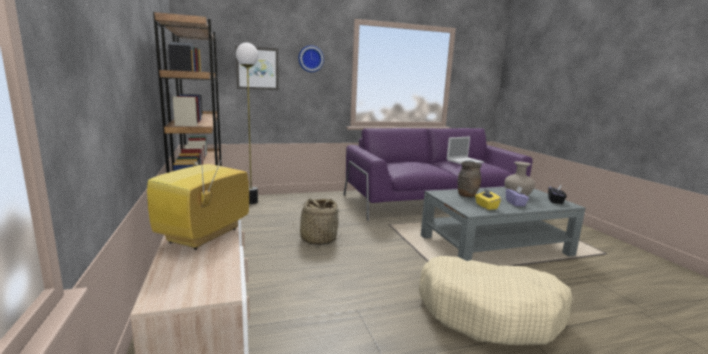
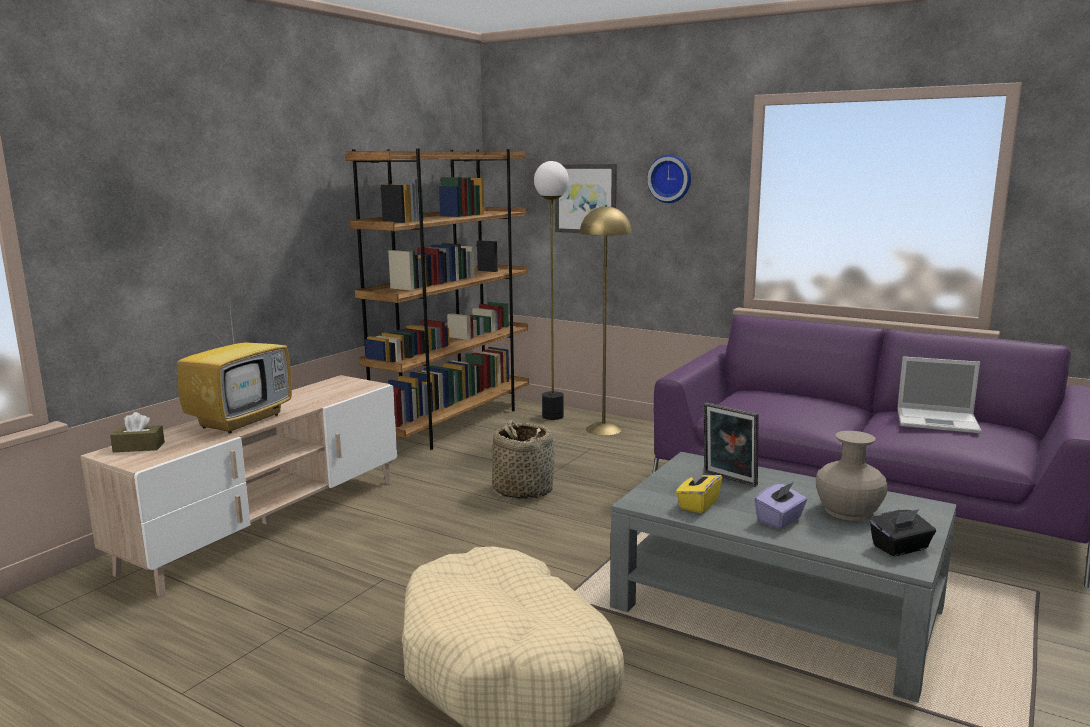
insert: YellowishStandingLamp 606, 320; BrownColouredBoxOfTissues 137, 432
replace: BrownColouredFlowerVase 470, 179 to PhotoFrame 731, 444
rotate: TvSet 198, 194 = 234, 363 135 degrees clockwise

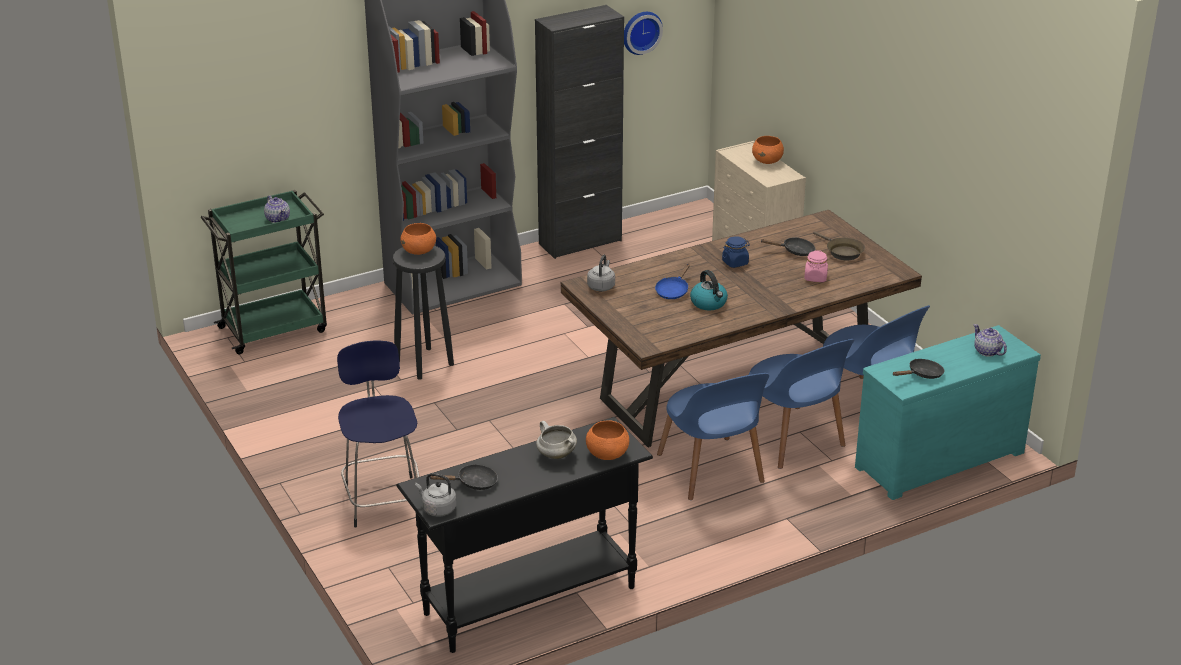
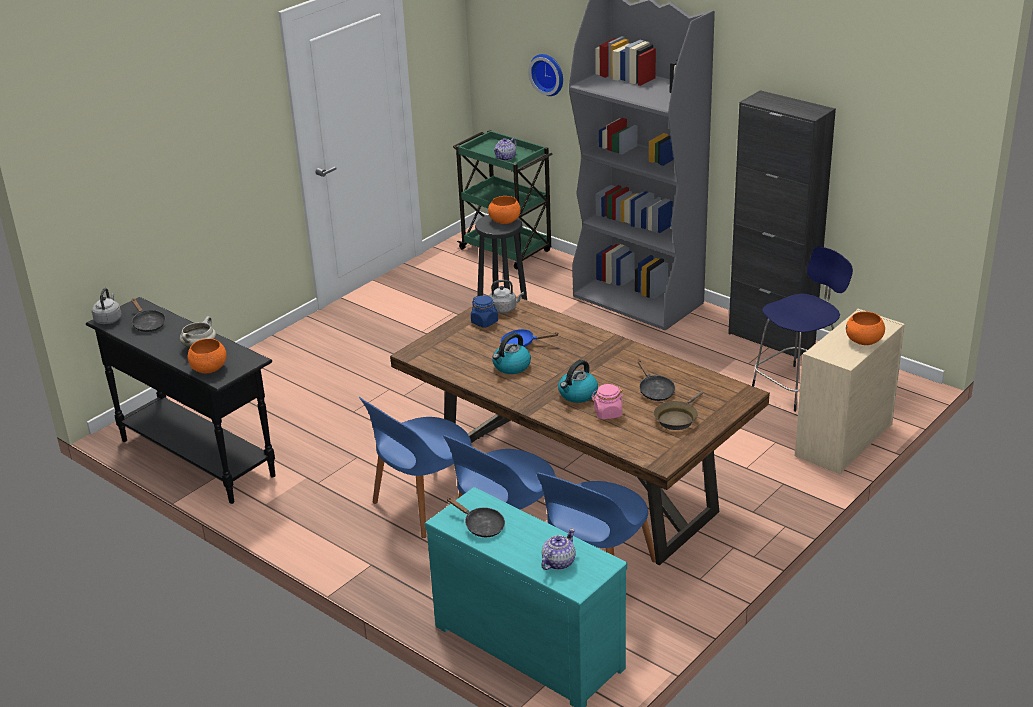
insert: WaterKettle 578, 381
move: ClockOnTheWall 643, 33 to 545, 75; BluishStorageJar 736, 252 to 484, 311; BluishStoolSeat 378, 434 to 802, 329

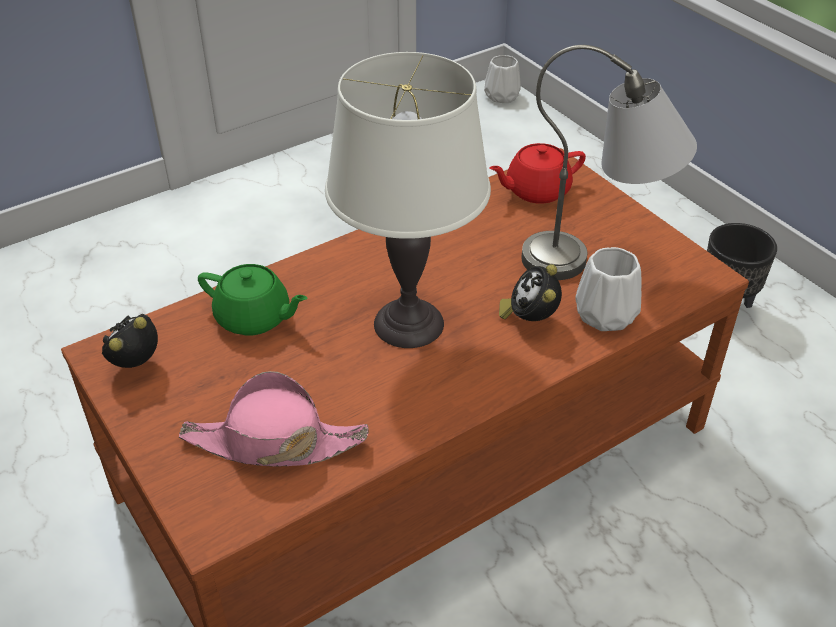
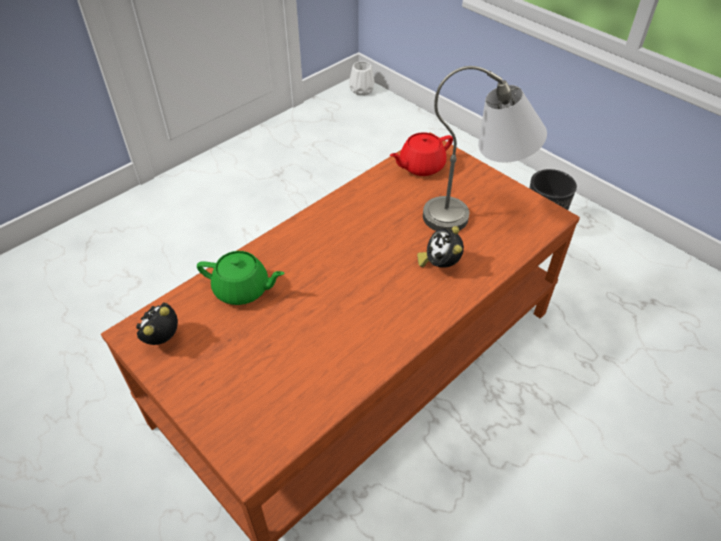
delete: WhiteTableLamp 408, 200; WhiteFlowerVase 608, 289; PinkishClothingHat 274, 419

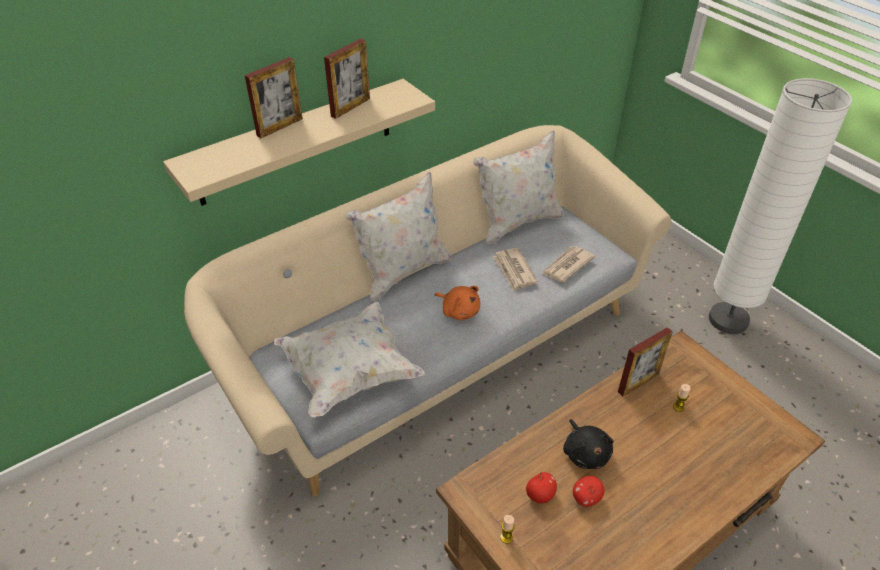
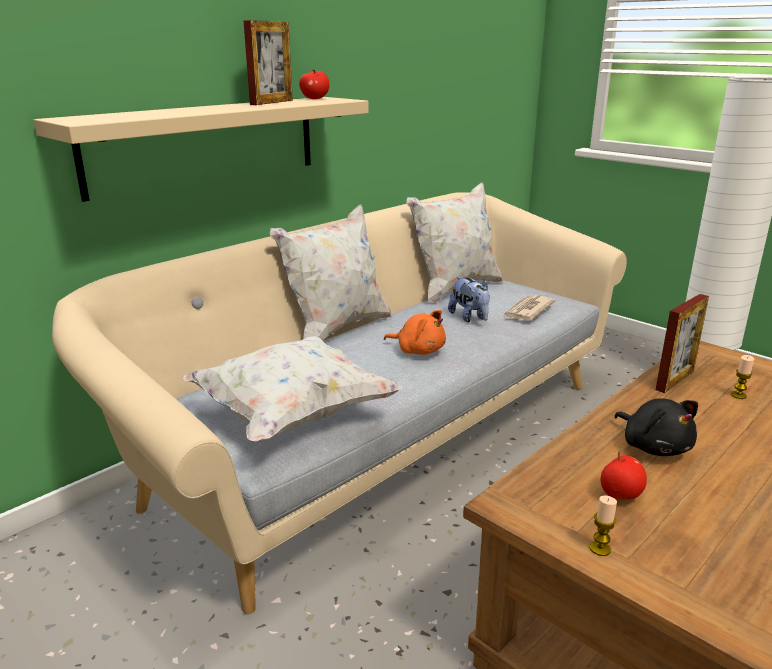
delete: PhotoFrame 274, 97
move: AppleFruit 588, 491 to 314, 84
replace: Newspaper 515, 269 to SoftToy 469, 299

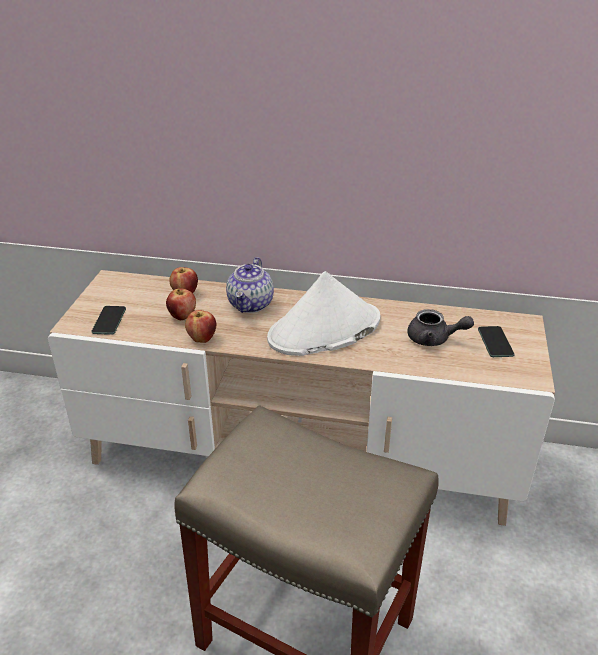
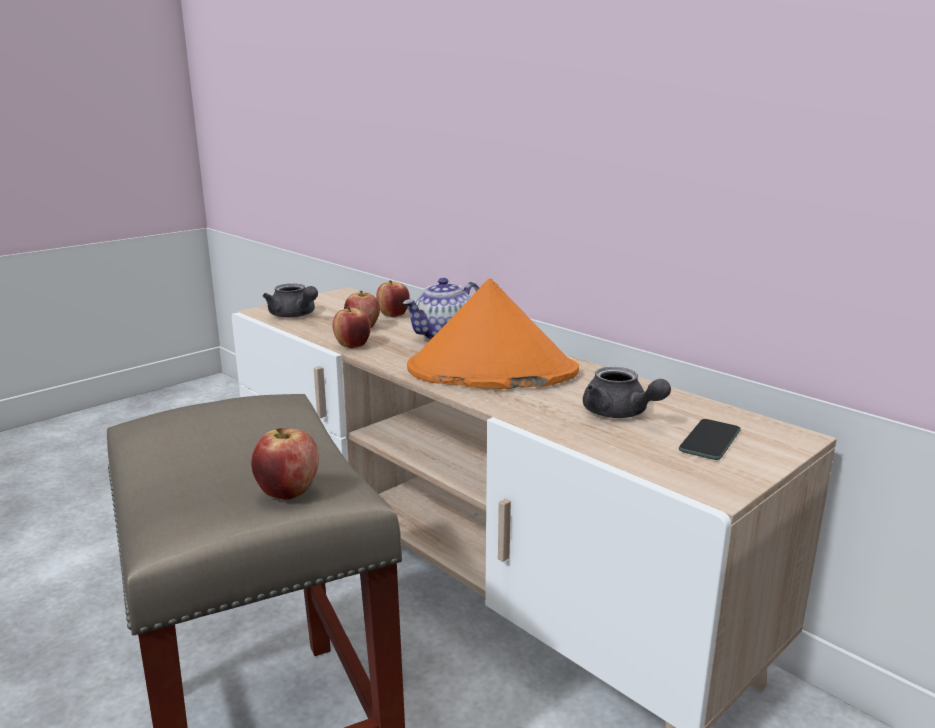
insert: AppleFruit 285, 464
replace: Phone 108, 320 to GrayTeaPot 290, 301
recolor: WhiteClothingHat 323, 313 to OrangeClothingHat 493, 333

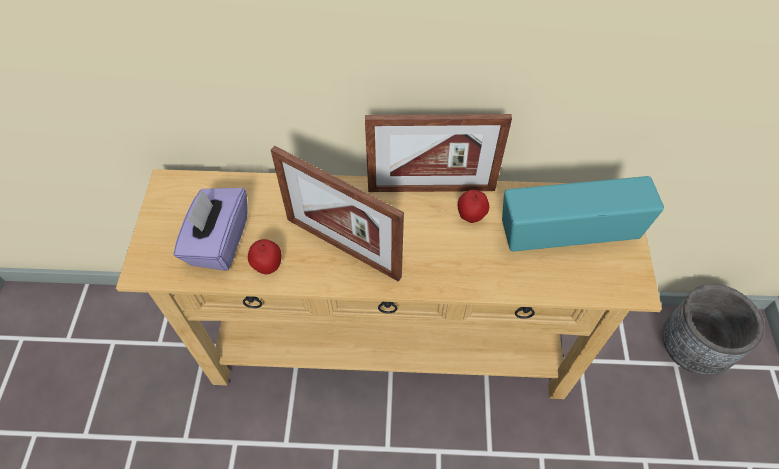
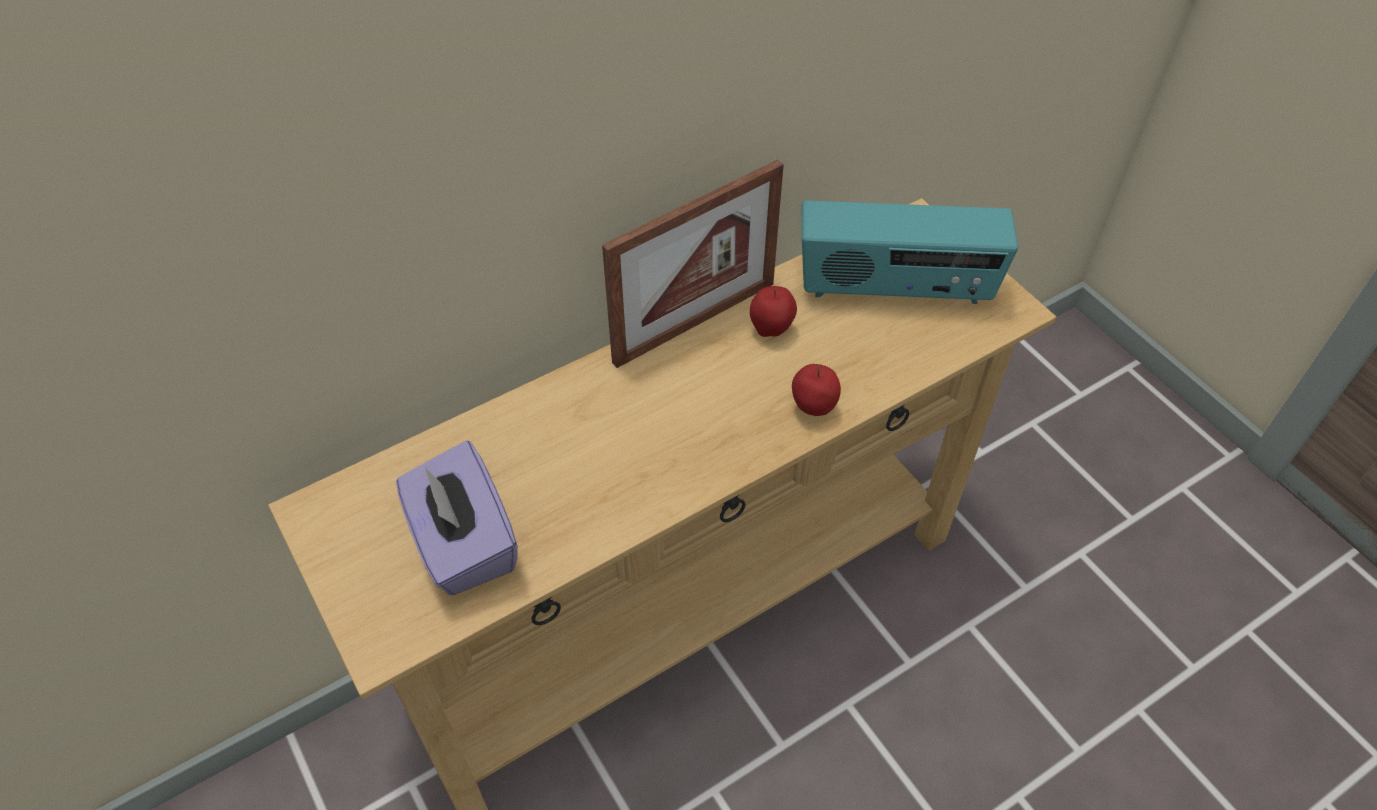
delete: PhotoFrame 337, 214; GrayPlanter 713, 329
move: AppleFruit 265, 256 to 816, 390
rotate: RadioSet 583, 213 = 910, 252 135 degrees counterclockwise

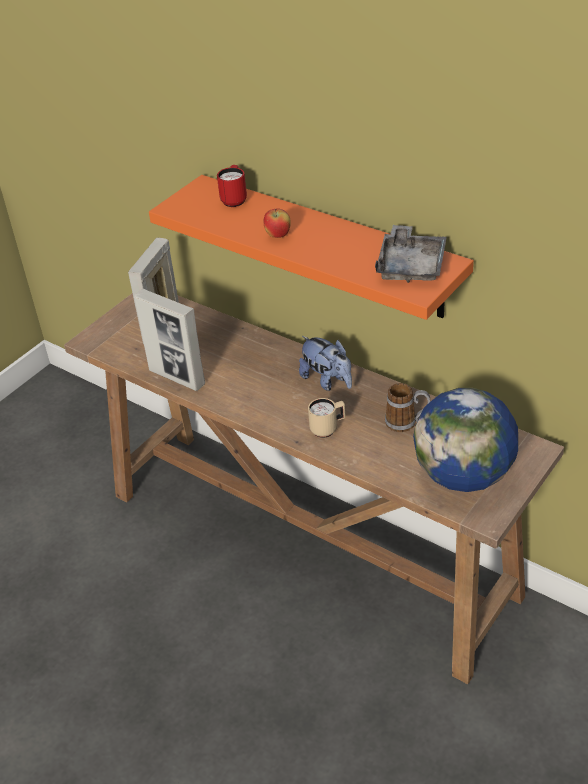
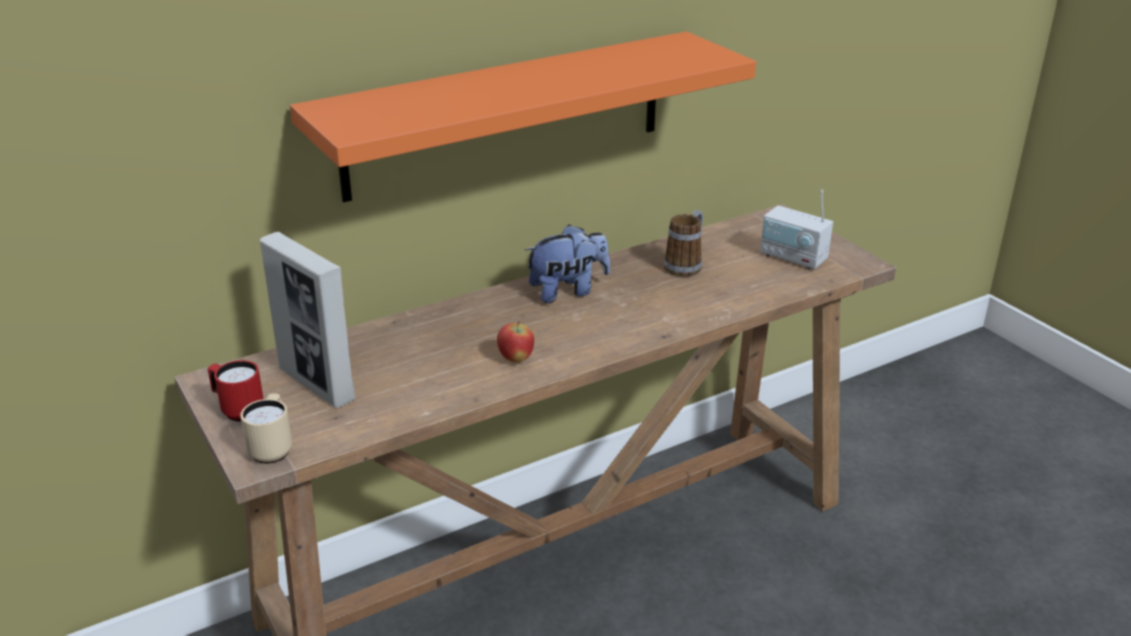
delete: GrayServingTray 411, 254; PhotoFrame 169, 340
move: RedColouredMug 232, 186 to 236, 390; AppleFruit 277, 223 to 515, 341; SandColouredMug 326, 418 to 266, 428
replace: WorldGlobe 465, 440 to RadioSet 796, 229

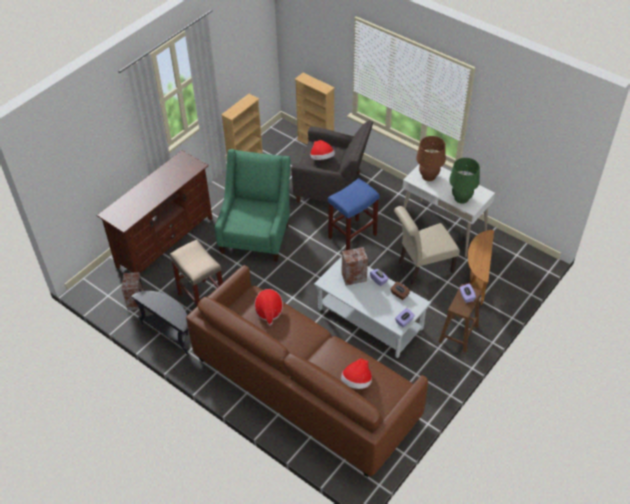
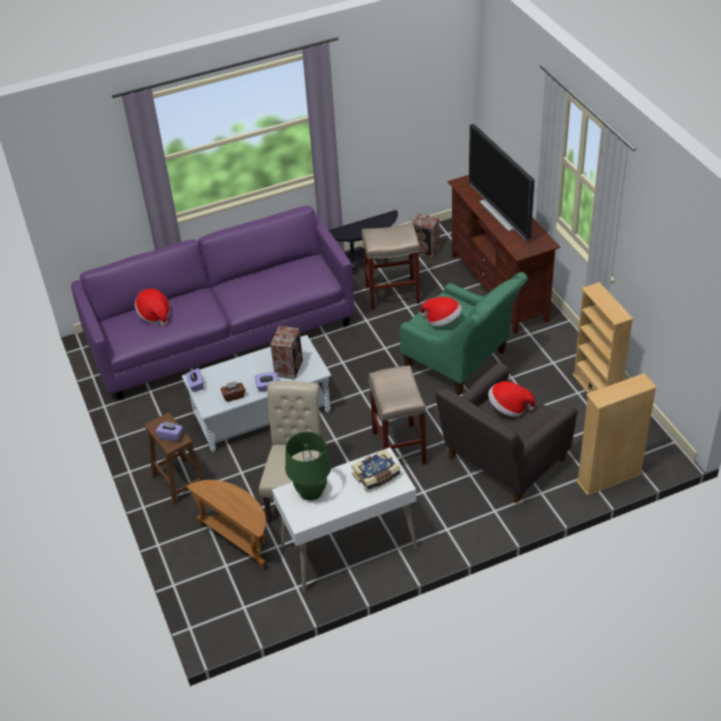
insert: TvSet 502, 182
move: ClothingHat 268, 307 to 441, 311
replace: BrownColouredTableLamp 431, 158 to BoundBook 376, 470
recolor: BluishStoolSeat 353, 214 to SandColouredStoolSeat 397, 415; BrownColouredSofa 307, 371 to PurpleSofa 213, 303

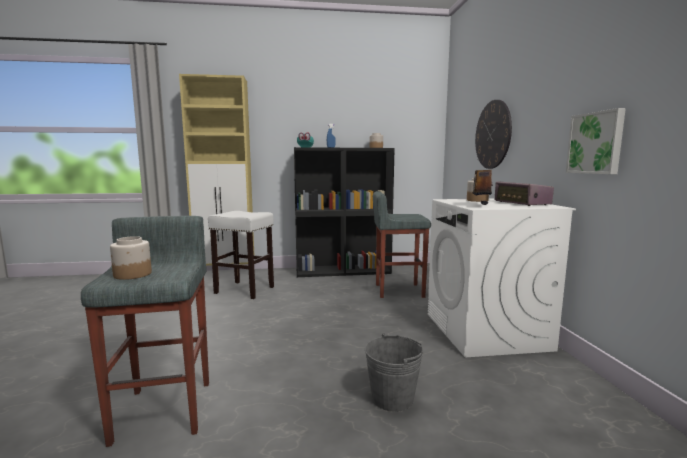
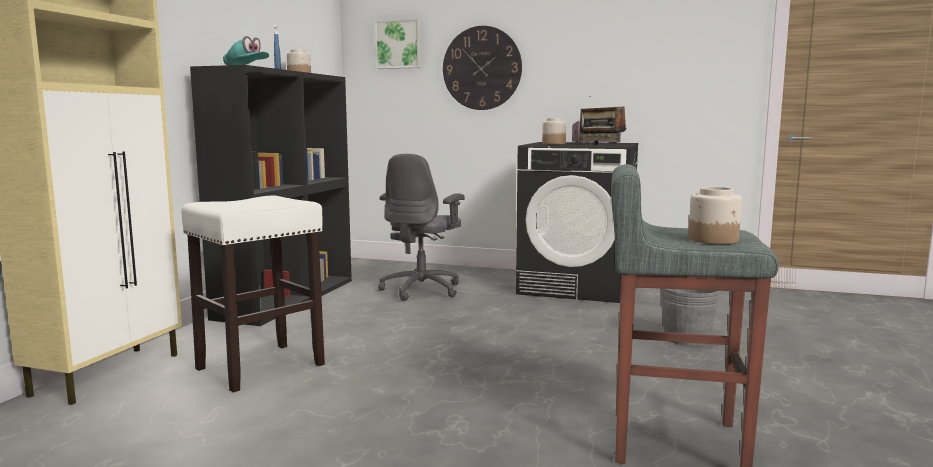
move: Picture 596, 141 to 398, 43
replace: GrayStoolSeat 402, 244 to GrayDeskChair 421, 227
recolor: WhiteWashingMachine 502, 278 to BlackishWashingMachine 577, 222

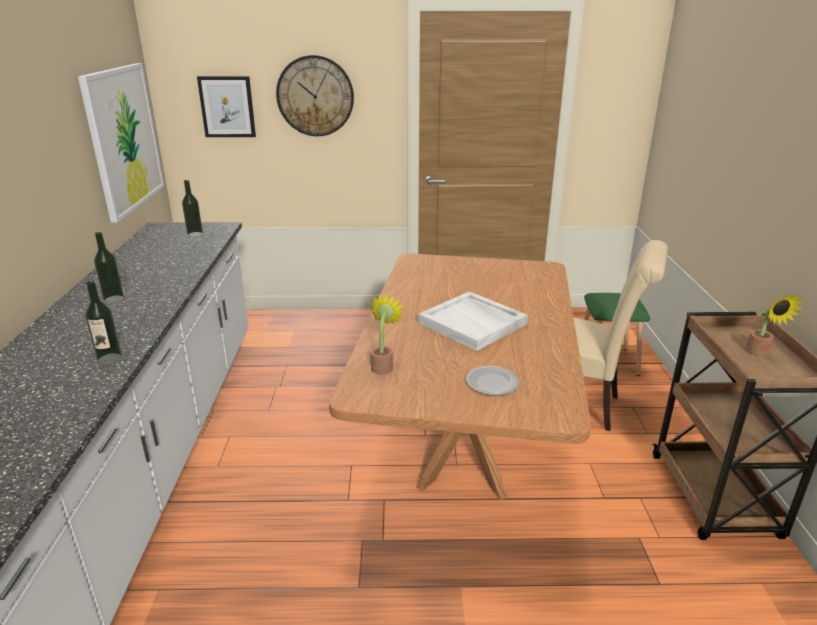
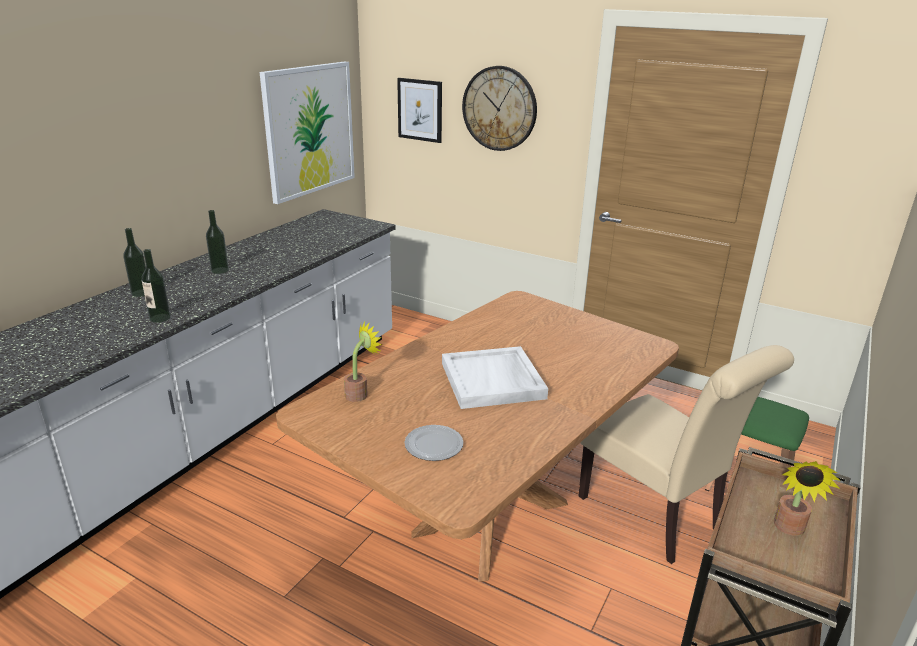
move: BeverageBottle 192, 208 to 134, 262

